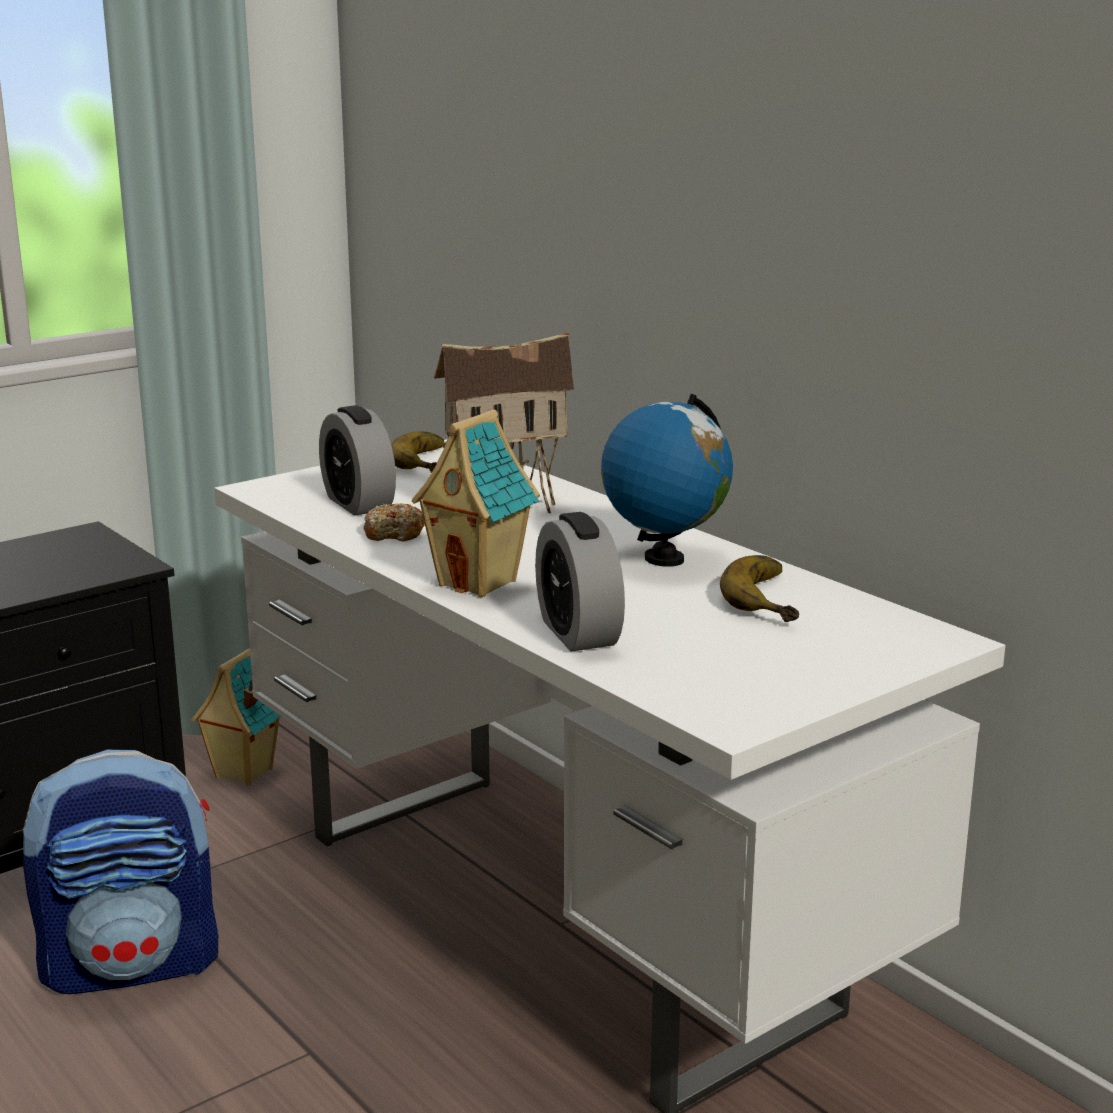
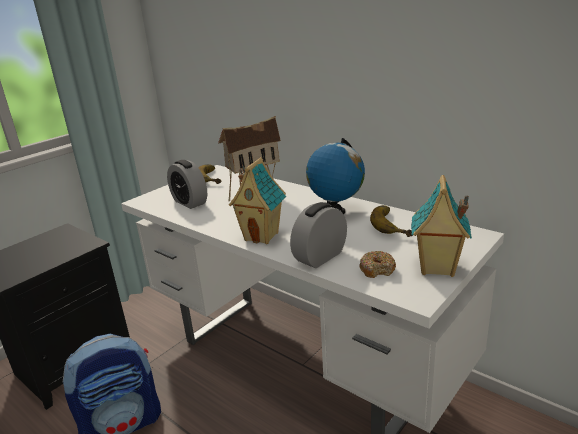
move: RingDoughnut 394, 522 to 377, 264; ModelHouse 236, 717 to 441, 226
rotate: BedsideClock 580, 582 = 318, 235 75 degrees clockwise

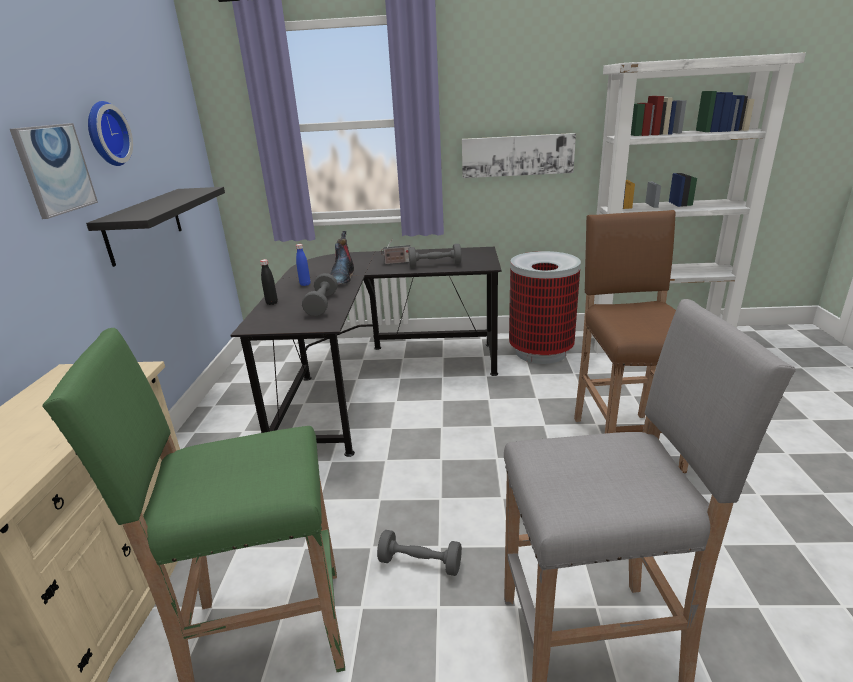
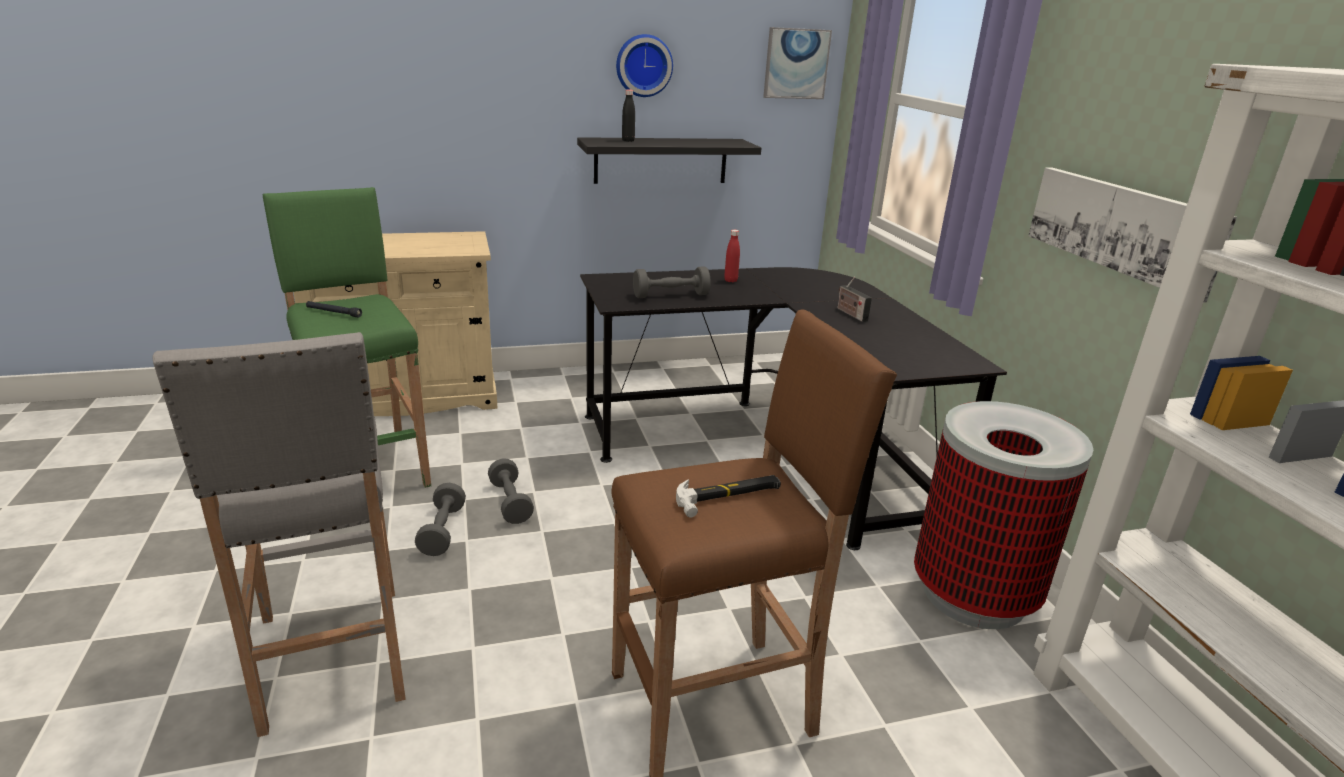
delete: Boot 342, 258
insert: BlackishTorch 334, 309; Hammer 728, 496
move: Picture 54, 171 to 797, 63; GrayHandWeight 435, 255 to 511, 491; BlackishBeverageBottle 269, 282 to 628, 116
recolor: BluishBeverageBottle 303, 265 to RedColouredBeverageBottle 732, 256

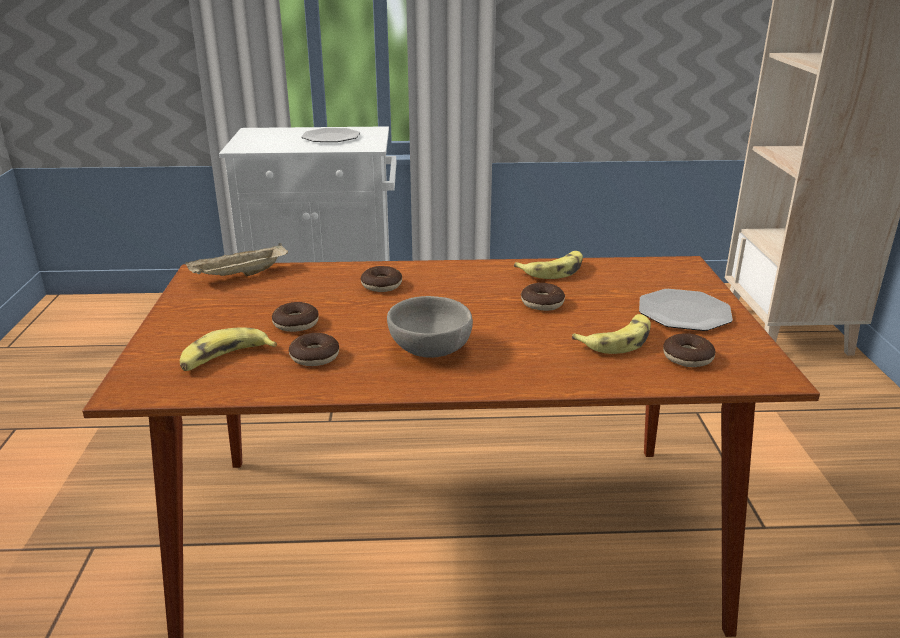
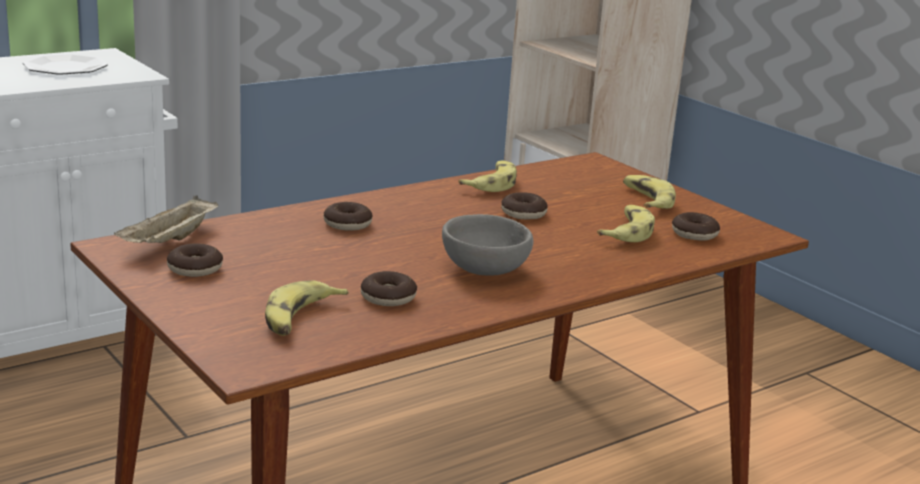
move: RingDoughnut 295, 317 to 195, 260
replace: Plate 686, 310 to BananaFruit 649, 192

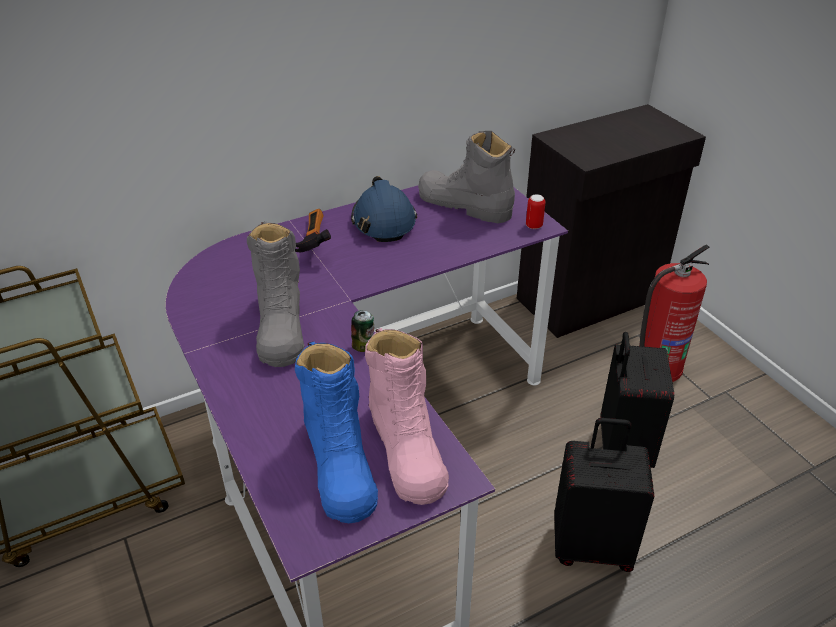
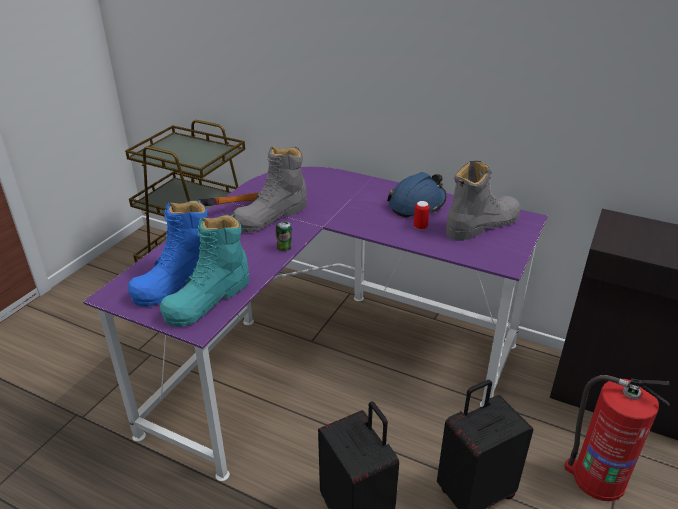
move: MetalCan 536, 211 to 422, 215; Hammer 313, 230 to 229, 199
recolor: PinkishBoot 407, 416 to BlueGreenBoot 204, 270
rotate: GrayBoot 466, 177 = 483, 201 60 degrees clockwise

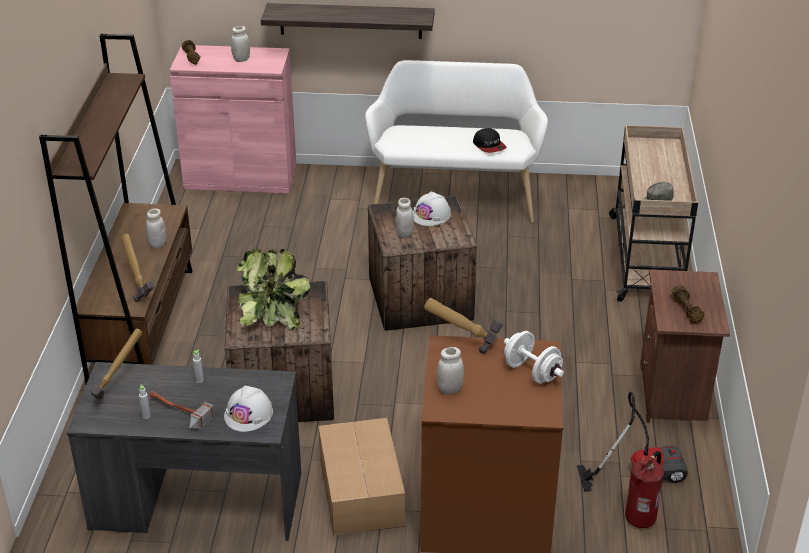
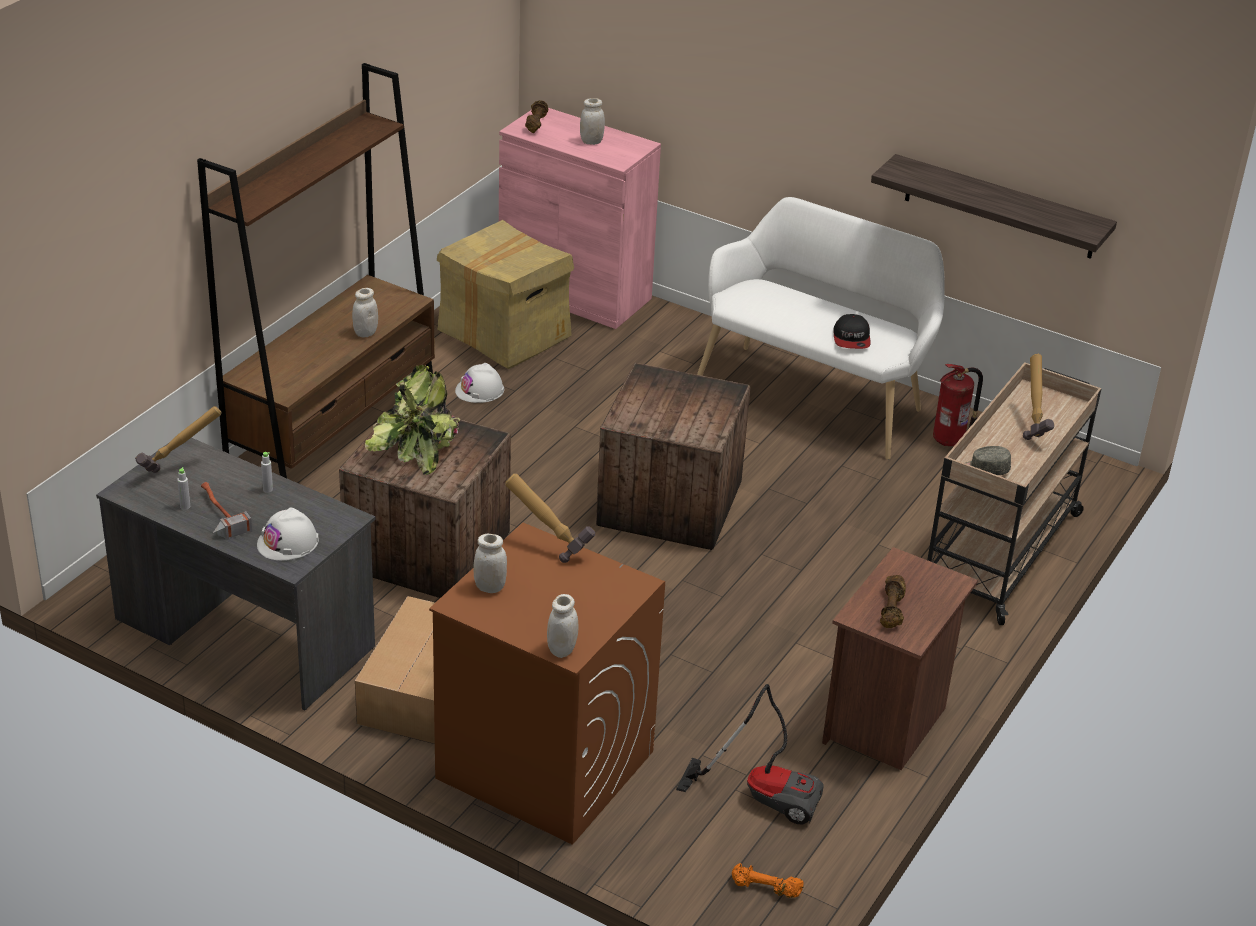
delete: WhiteHandWeight 534, 357
insert: PackingBox 505, 294; OrangeHandWeight 768, 880
move: Shelf 348, 21 to 994, 206; WhiteSafetyHelmet 432, 208 to 479, 383; WhiteStorageJar 405, 218 to 562, 626; Hammer 138, 267 to 1038, 397; FireFightingCylinder 644, 489 to 958, 405

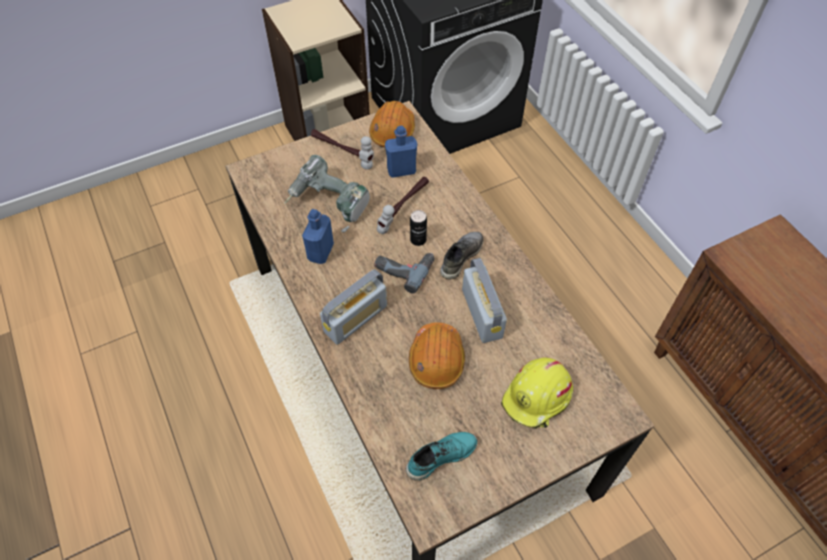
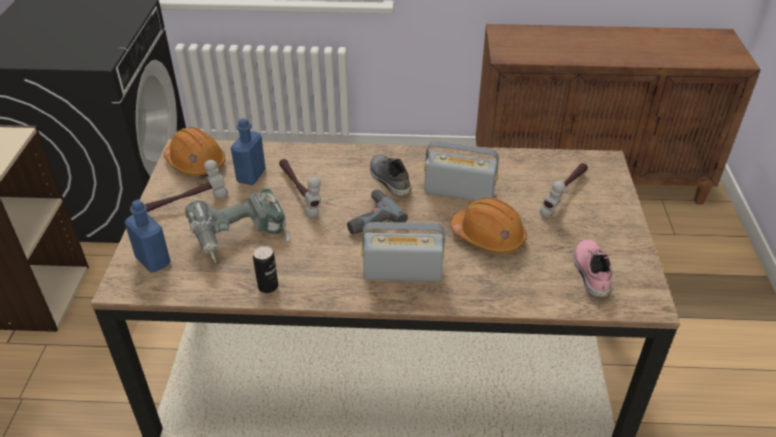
move: BluishBeverageBottle 318, 236 to 147, 236; MetalCan 418, 228 to 265, 269
replace: YellowishSafetyHelmet 537, 393 to Hammer 564, 190
recolor: BlueGreenItemOfFootwear 441, 456 to PinkishItemOfFootwear 592, 268
rotate: RadioSet 353, 307 = 403, 251 75 degrees counterclockwise

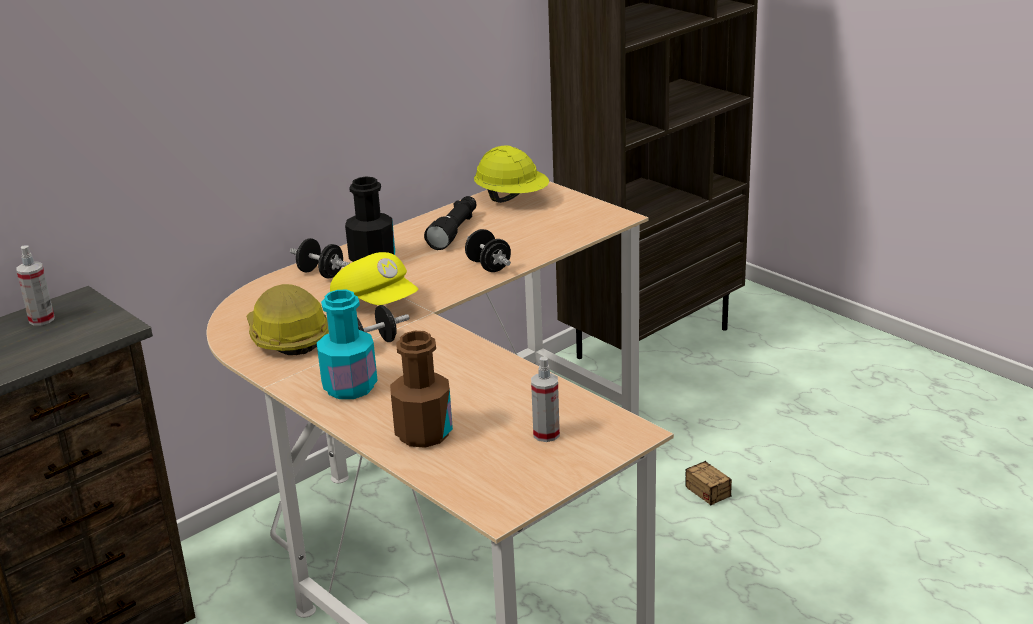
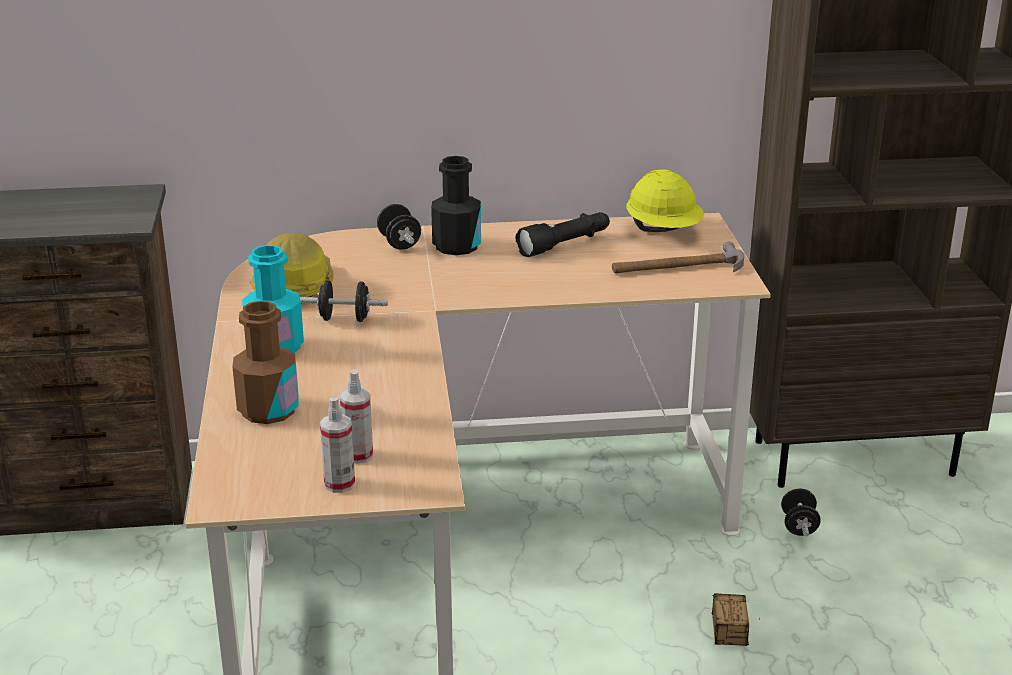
delete: YellowishBaseballCap 374, 278
insert: Hammer 678, 257
move: BlackishHandWeight 488, 250 to 801, 513; HandSprayer 35, 286 to 337, 444

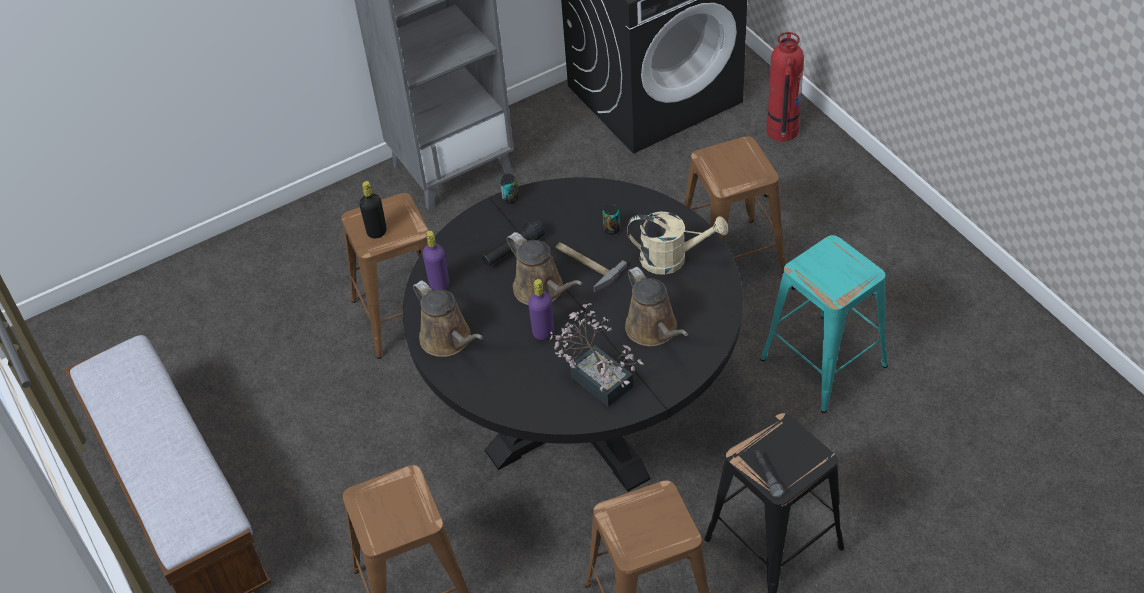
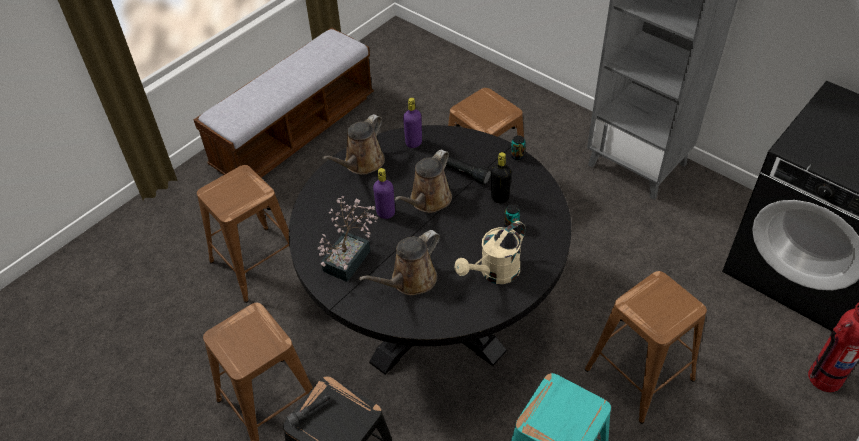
delete: Hammer 591, 267
move: BlackishBeverageBottle 373, 209 to 501, 177
rotate: SandColouredWateringPot 677, 243 = 490, 252 60 degrees clockwise

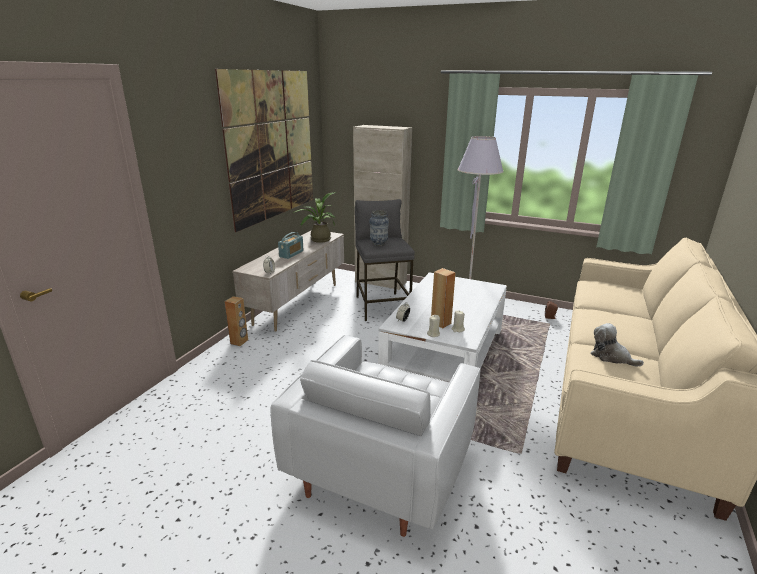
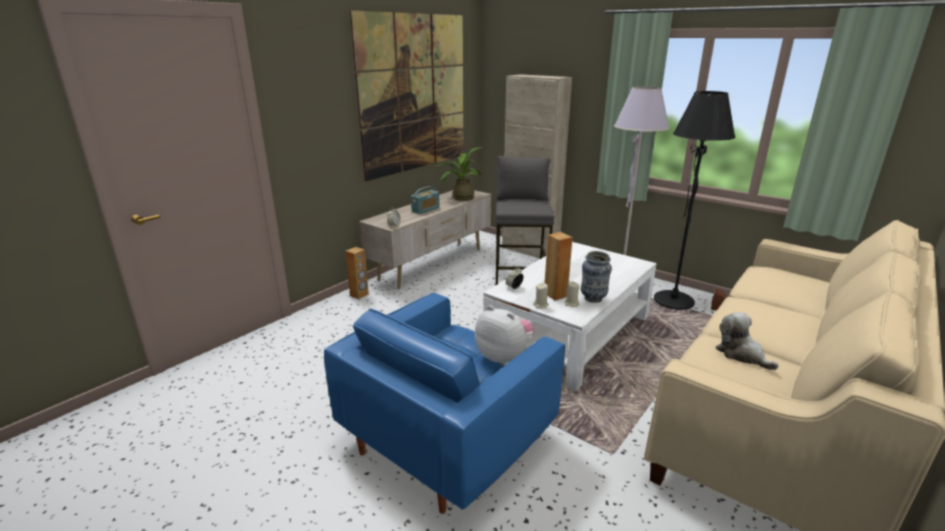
insert: BlackishStandingLamp 695, 200; SoftToy 505, 335
move: FlowerVase 379, 228 to 596, 277
recolor: WhiteEasyChair 376, 436 to BluishEasyChair 444, 403

